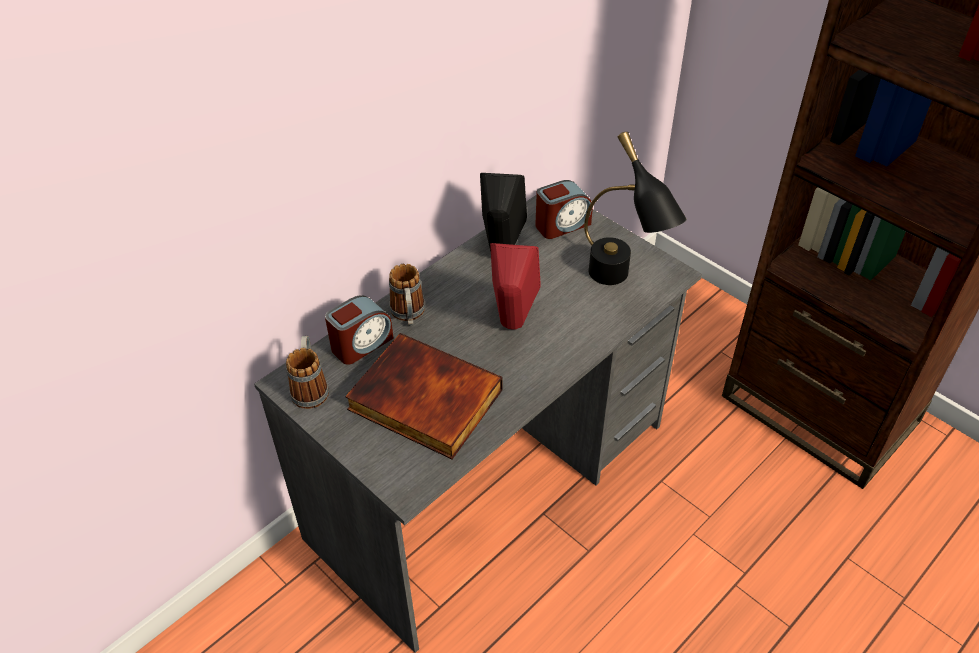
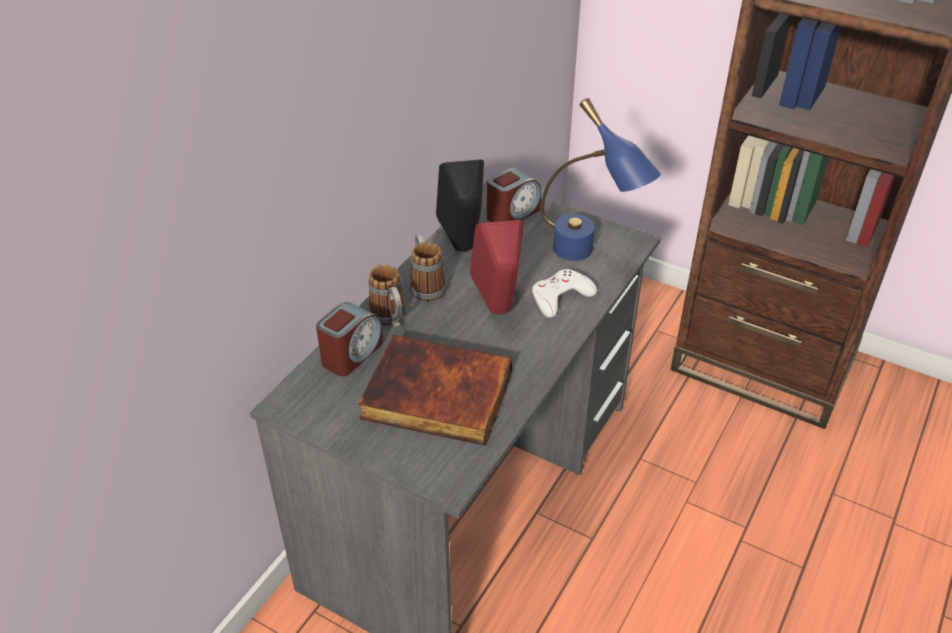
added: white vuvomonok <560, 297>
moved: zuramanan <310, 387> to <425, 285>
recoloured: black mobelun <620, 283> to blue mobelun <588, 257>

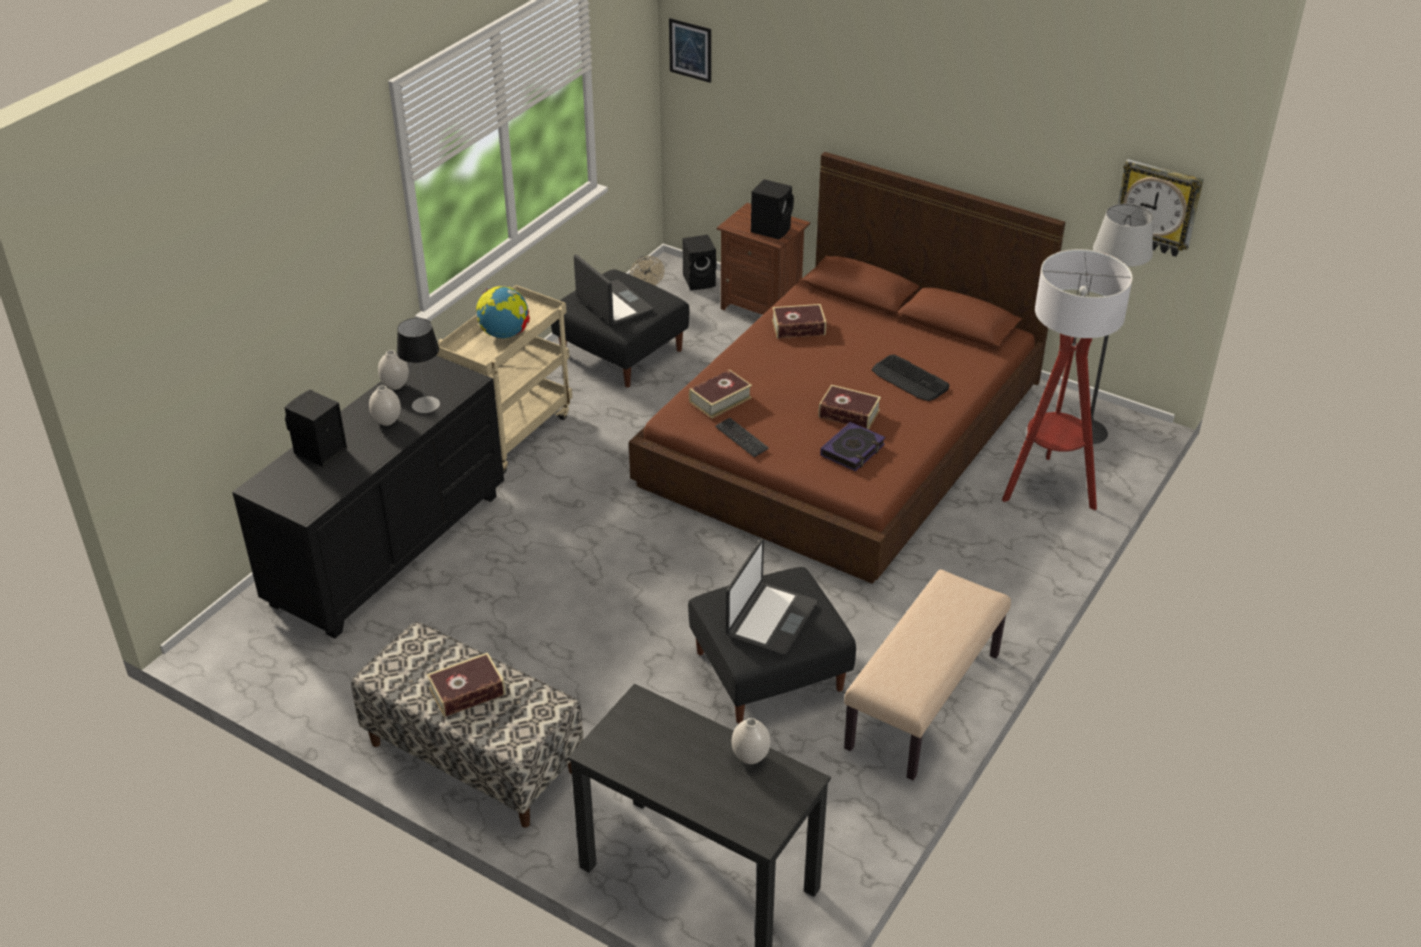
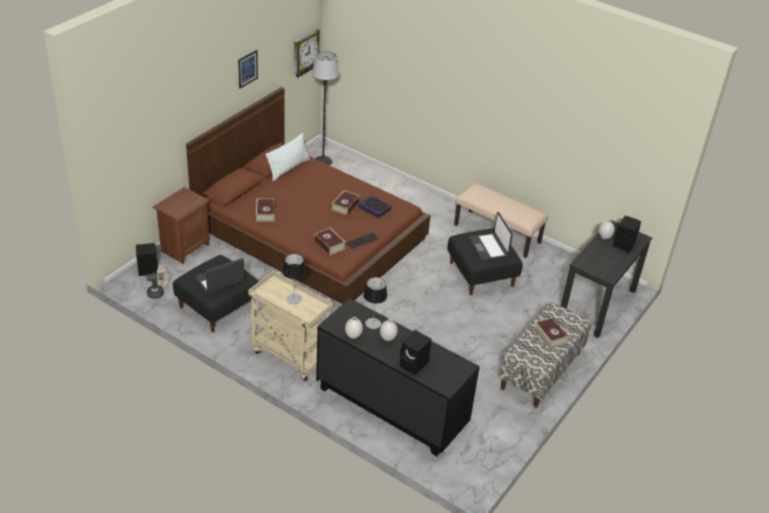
removed: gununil <1048, 488>; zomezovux <910, 379>
added: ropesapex <288, 168>
moved: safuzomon <690, 50> to <247, 69>; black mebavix <771, 229> to <623, 245>
replaced: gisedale <505, 334> to mobelun <293, 299>
turned: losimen <770, 619> = <489, 247> 135 degrees counterclockwise

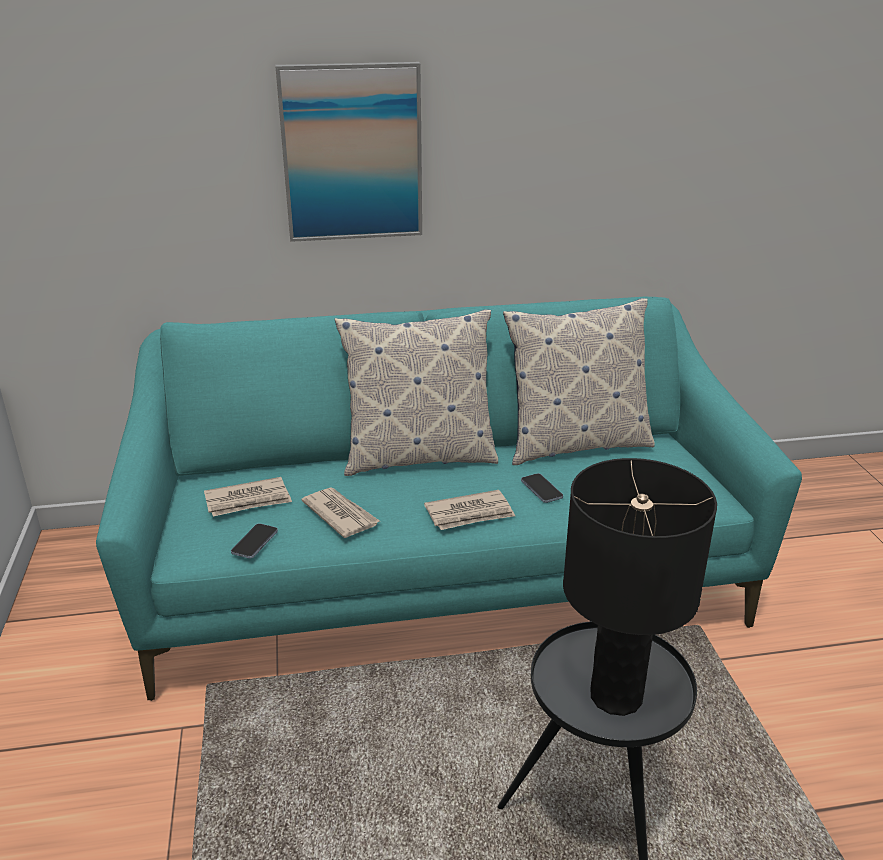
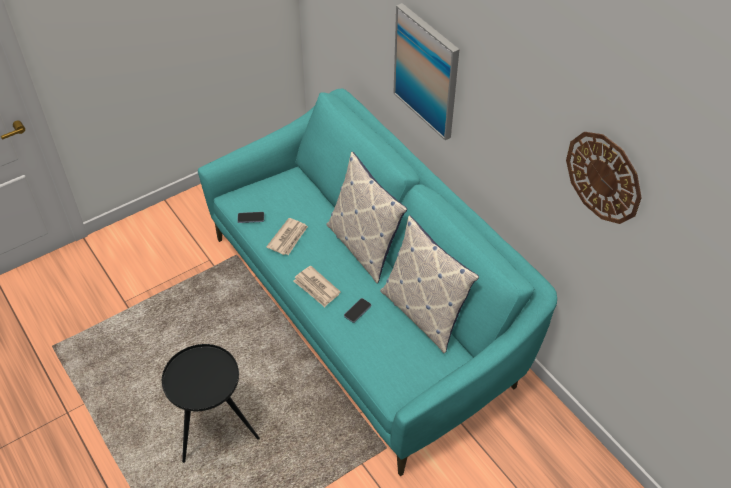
removed: black mobelun <616, 697>; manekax <248, 500>
added: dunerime <604, 177>

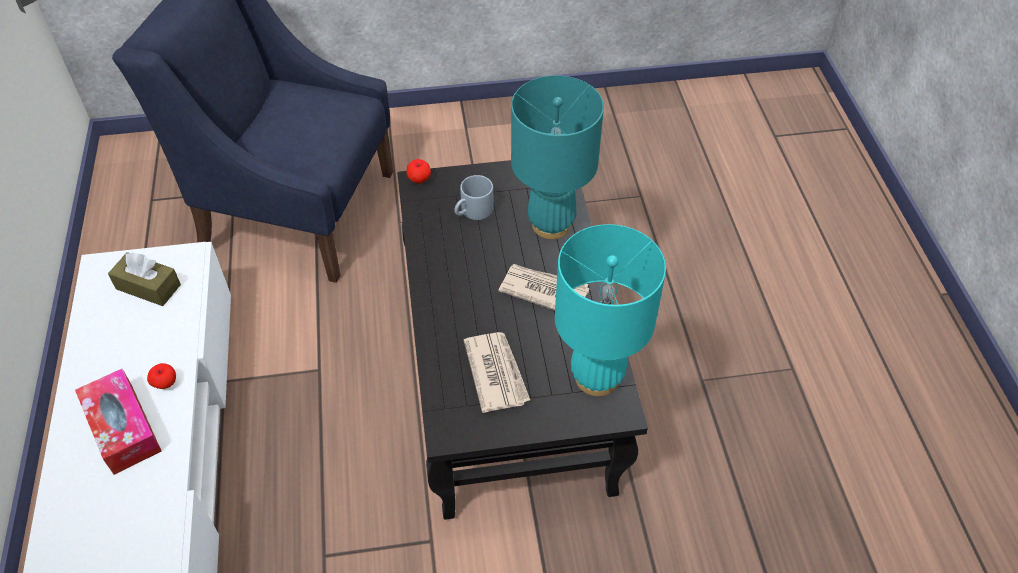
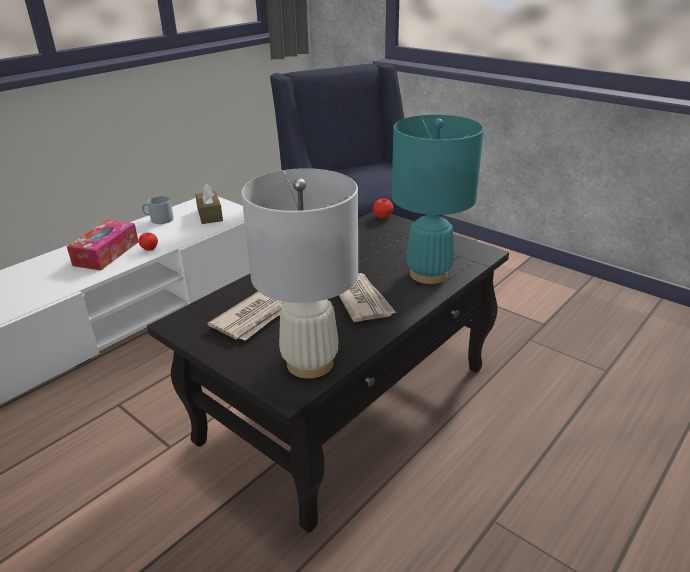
moved: grey zuramanan <473, 212> to <158, 219>
recoloured: turquoise mobelun <596, 378> to white mobelun <309, 363>

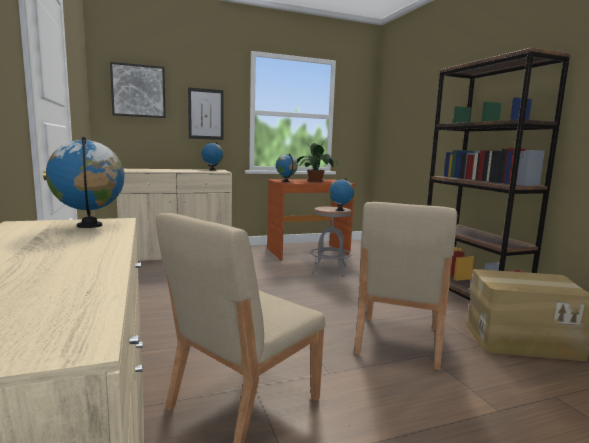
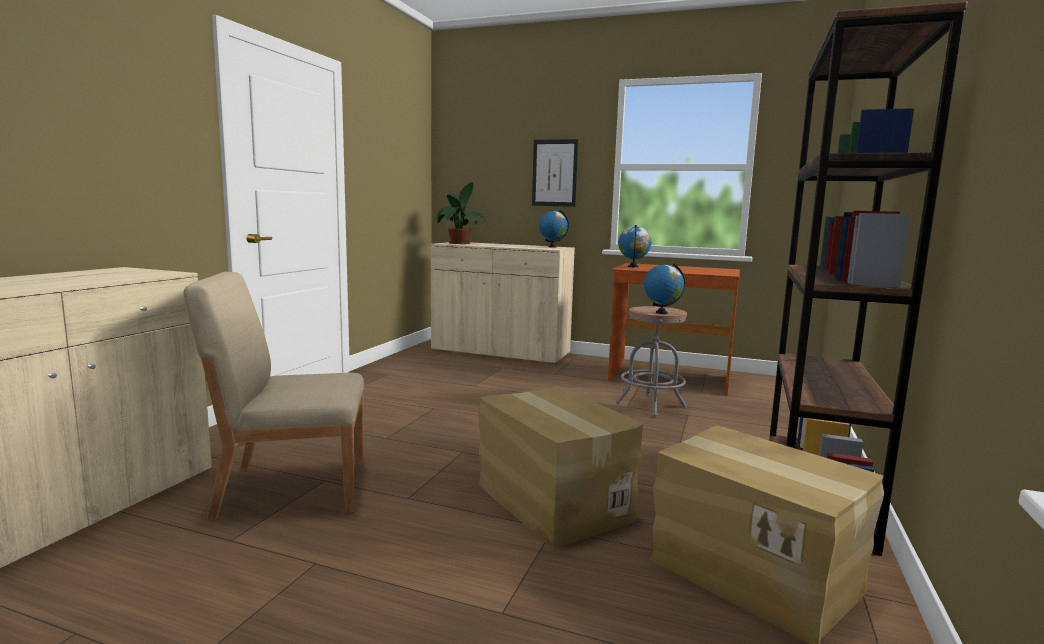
removed: safuzomon <138, 91>; gisedale <90, 226>
moved: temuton <316, 181> to <460, 243>
replaced: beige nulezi <398, 341> to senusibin <551, 502>

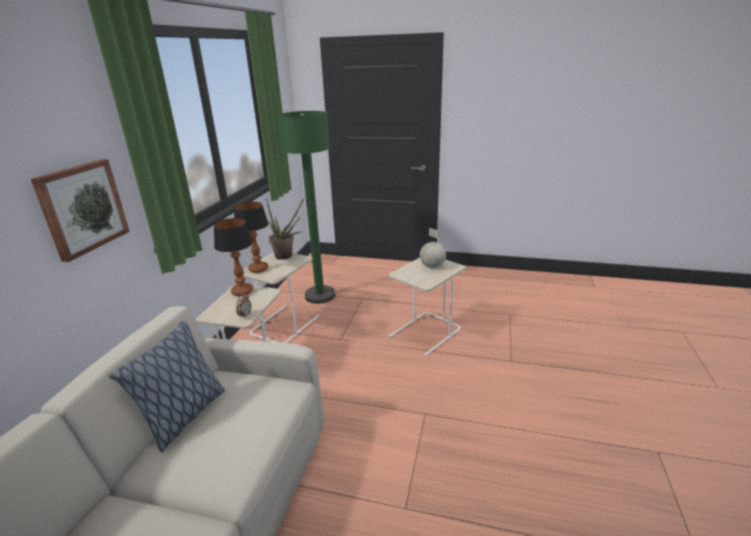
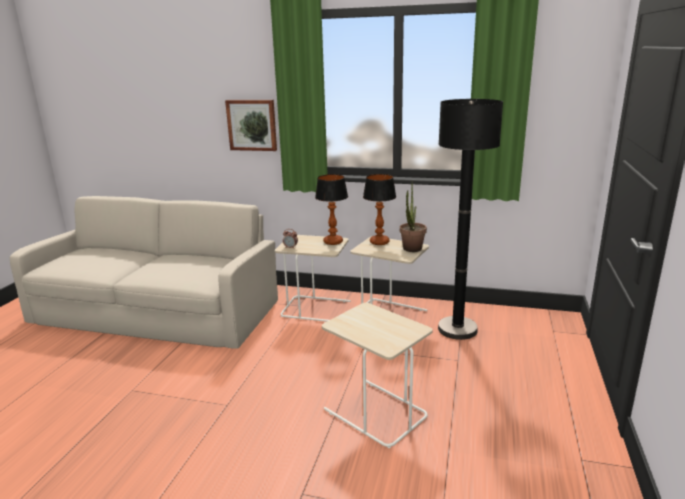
removed: gisedale <432, 266>; ropesapex <184, 417>
recoloured: green gununil <320, 295> to black gununil <457, 329>

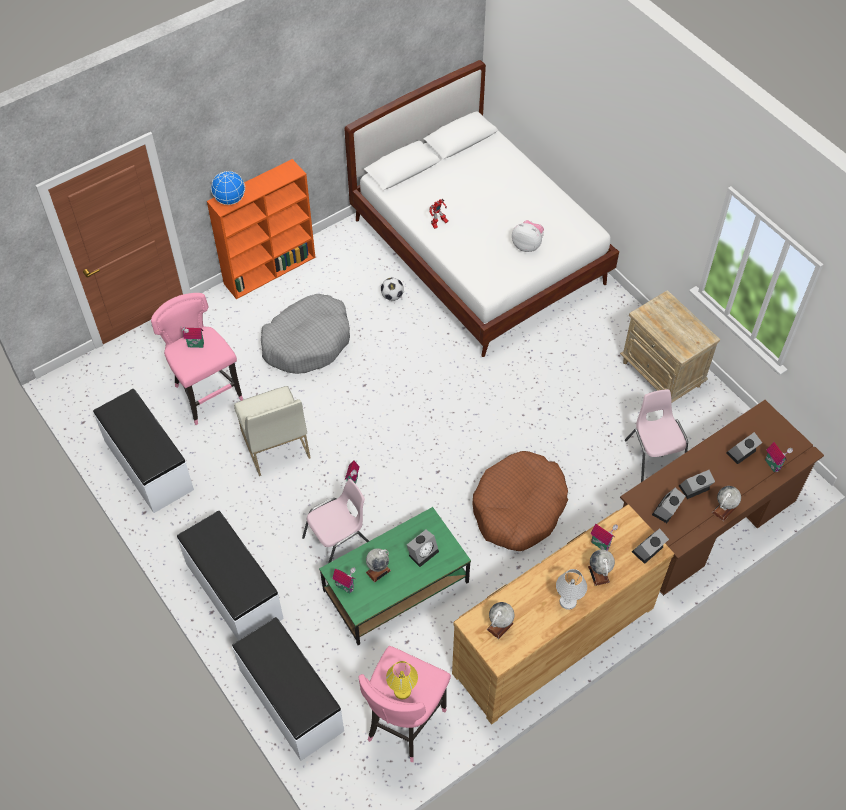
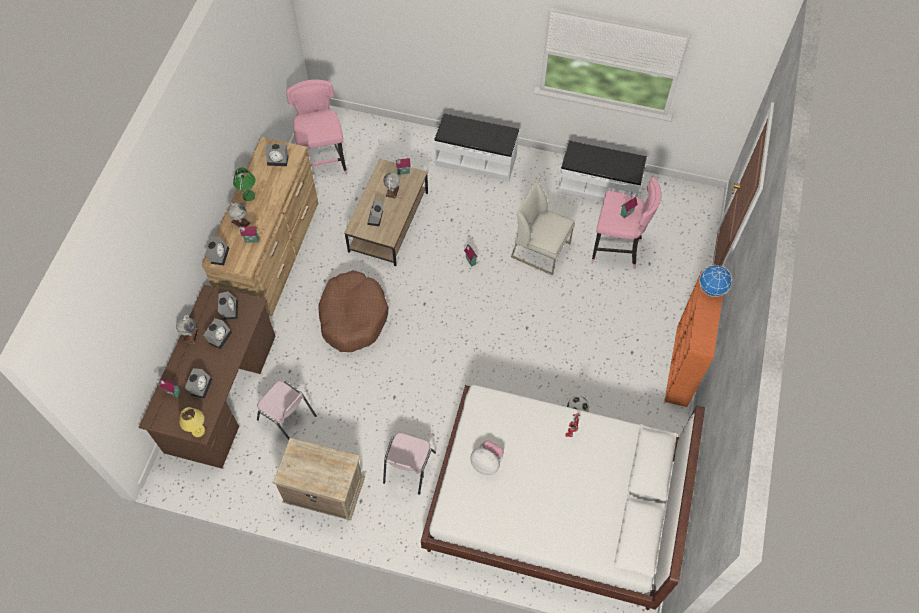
removed: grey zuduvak <307, 341>; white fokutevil <290, 700>
moved: pink nulezi <339, 542> to <408, 468>; yellow mobelun <402, 691> to <198, 430>
replaced: gisedale <500, 626> to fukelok <278, 159>
recoloured: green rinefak <396, 585> to brown rinefak <388, 222>; white mobelun <568, 601> to green mobelun <248, 196>
turned: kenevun <527, 245> = <487, 463> 135 degrees counterclockwise

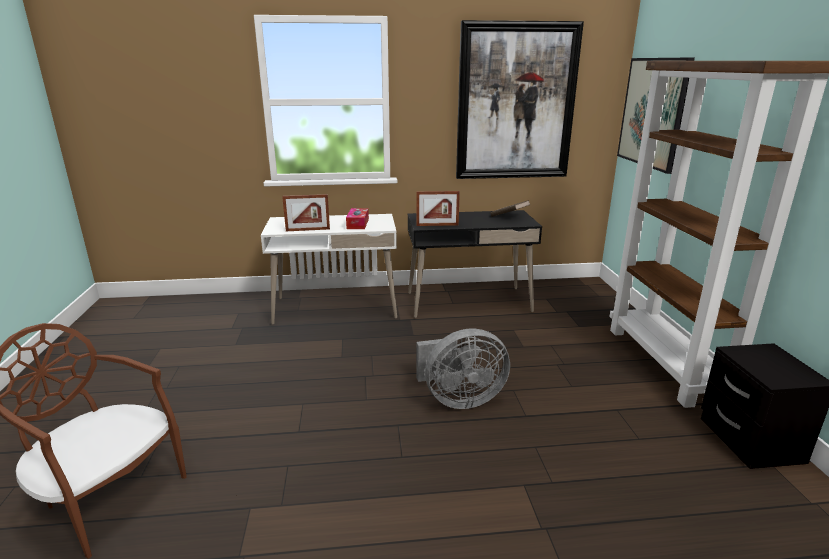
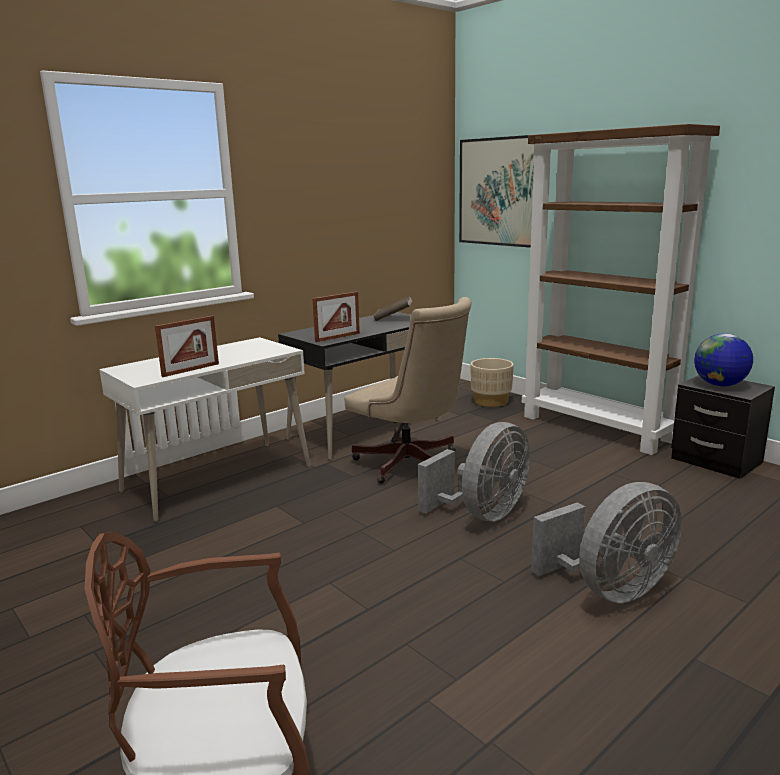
removed: safuzomon <515, 103>; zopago <357, 224>
added: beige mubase <411, 465>; gisedale <719, 385>; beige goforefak <491, 401>; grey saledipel <610, 589>

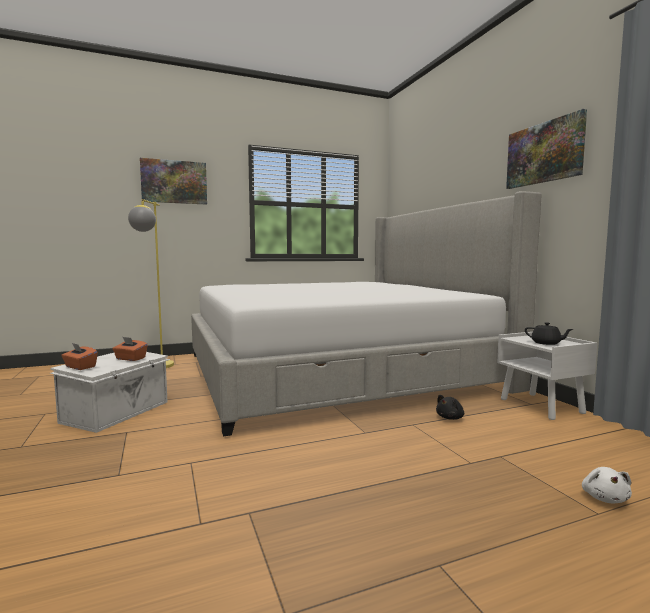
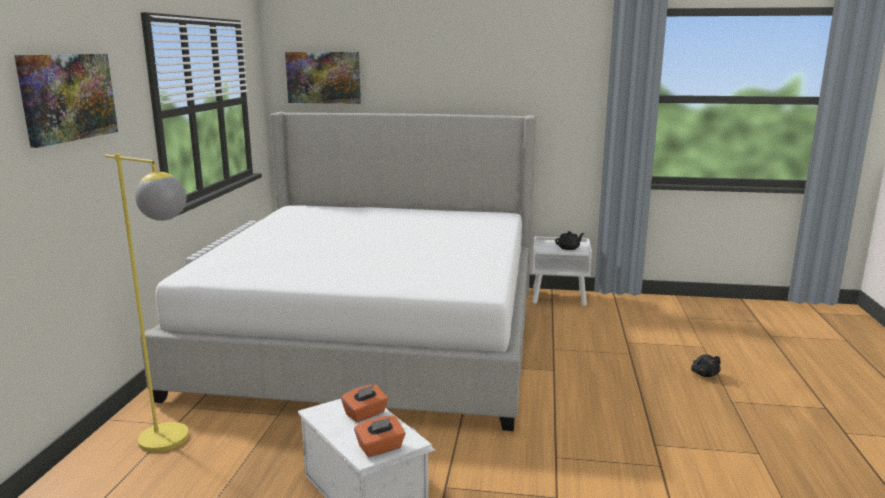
removed: white kenevun <604, 498>
moved: safuzomon <544, 153> to <323, 77>; black kenevun <450, 418> to <704, 374>

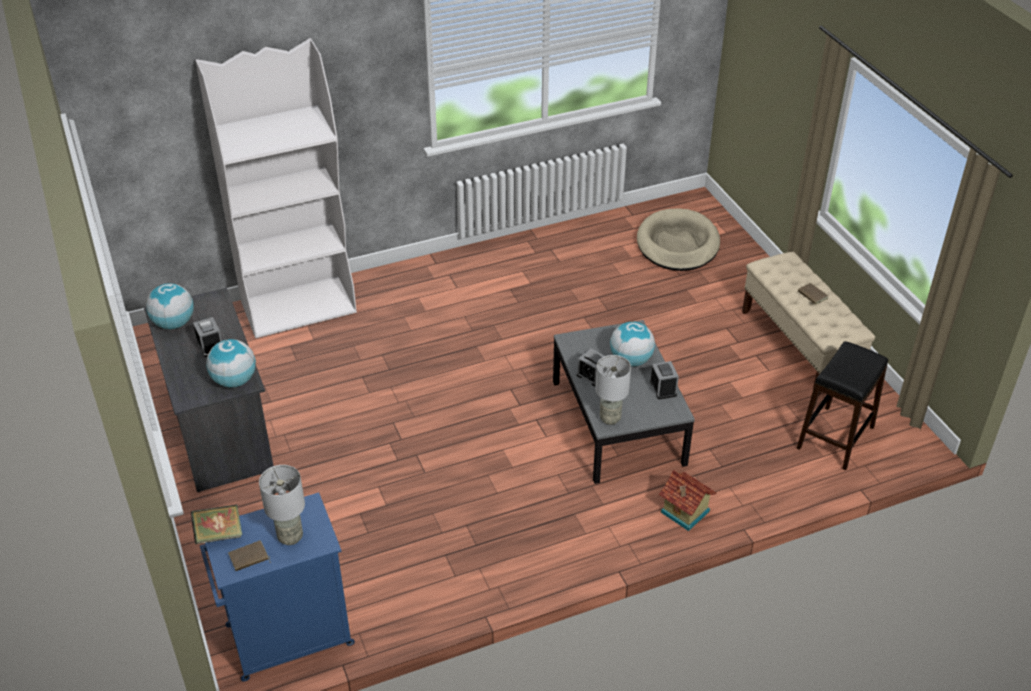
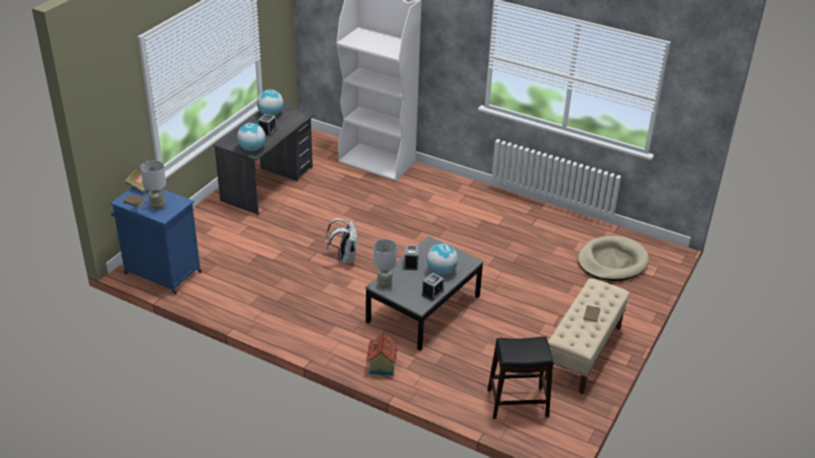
added: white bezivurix <344, 258>

